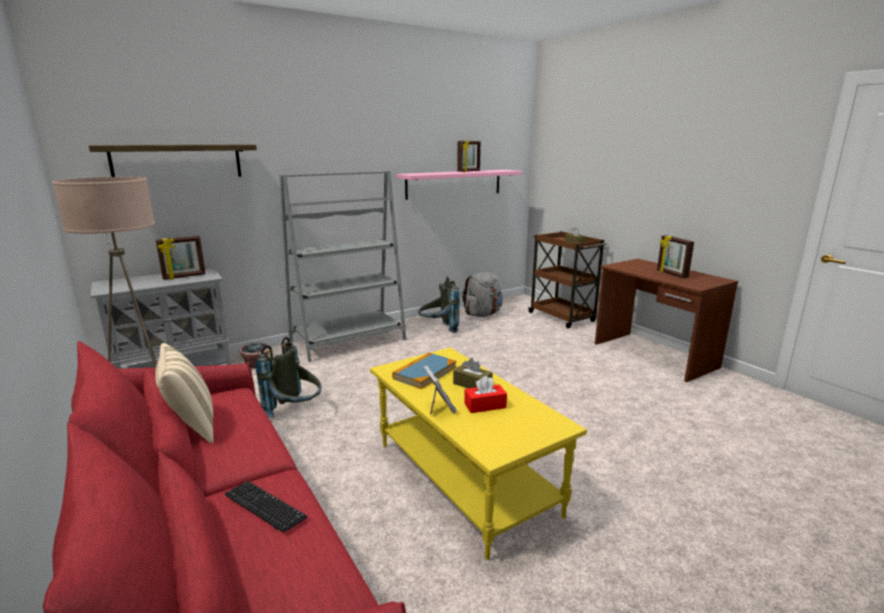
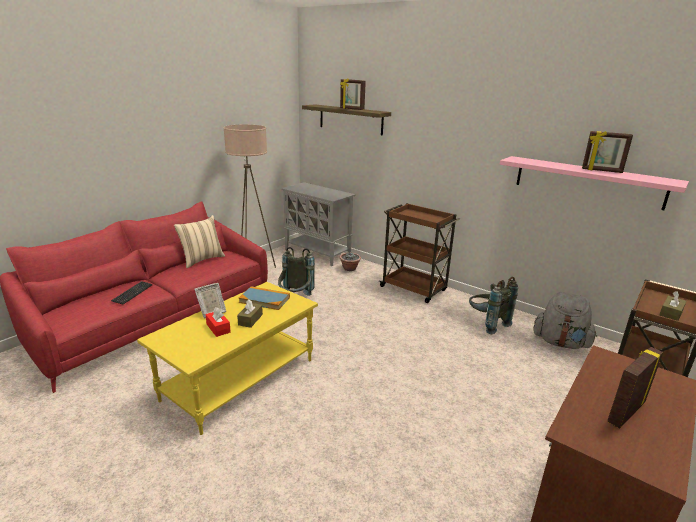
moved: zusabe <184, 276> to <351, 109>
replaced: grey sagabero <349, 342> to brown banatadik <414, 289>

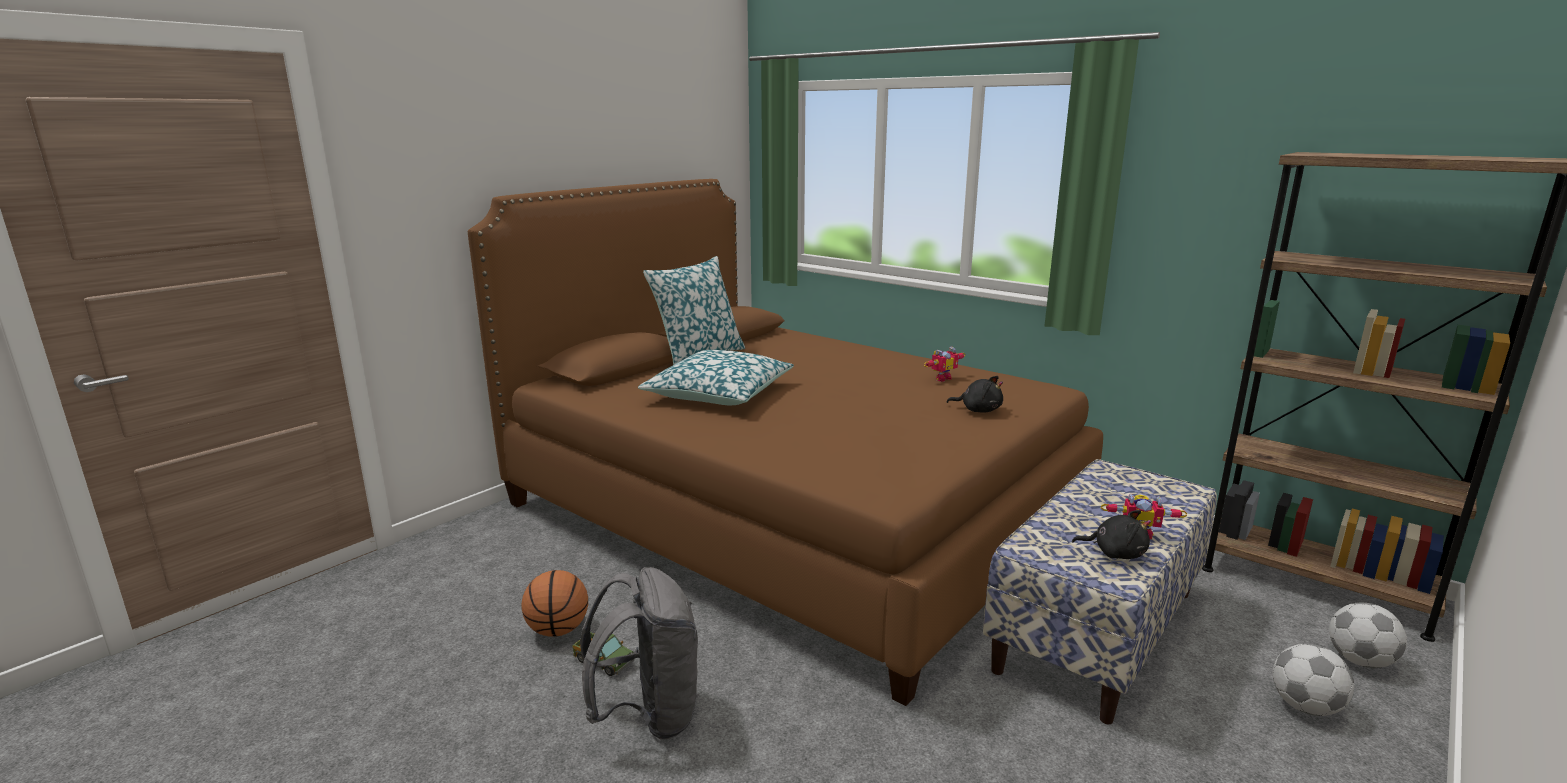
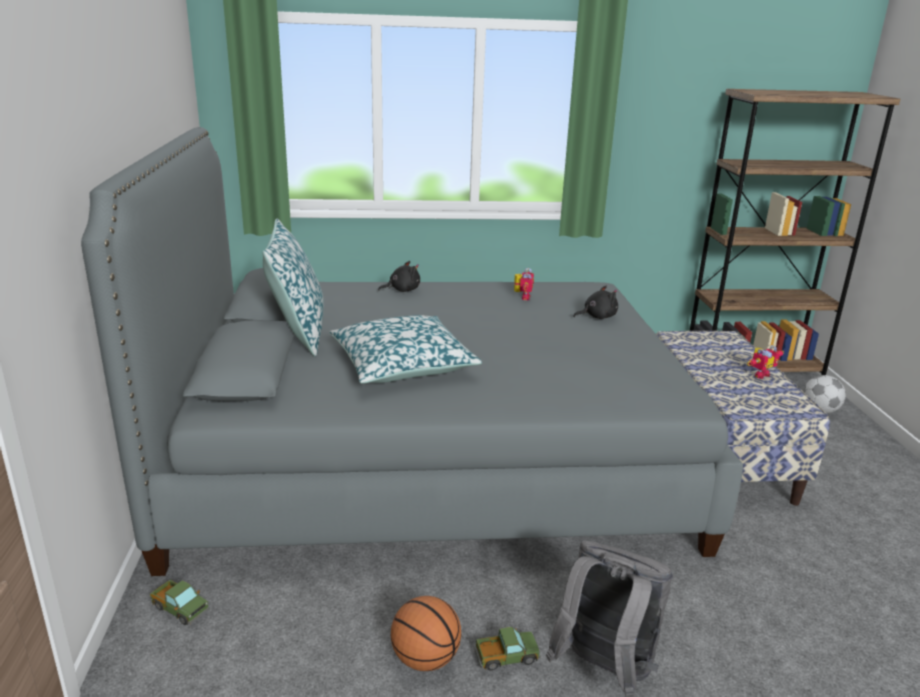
removed: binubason <1305, 707>
added: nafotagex <180, 609>
moved: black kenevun <1115, 553> to <402, 290>
recoloured: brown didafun <787, 512> to grey didafun <429, 458>

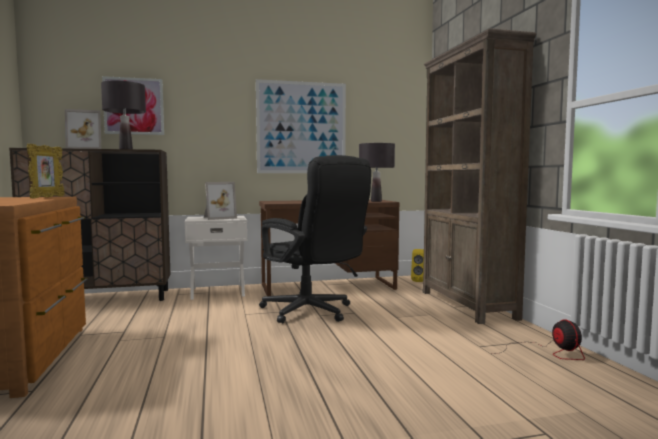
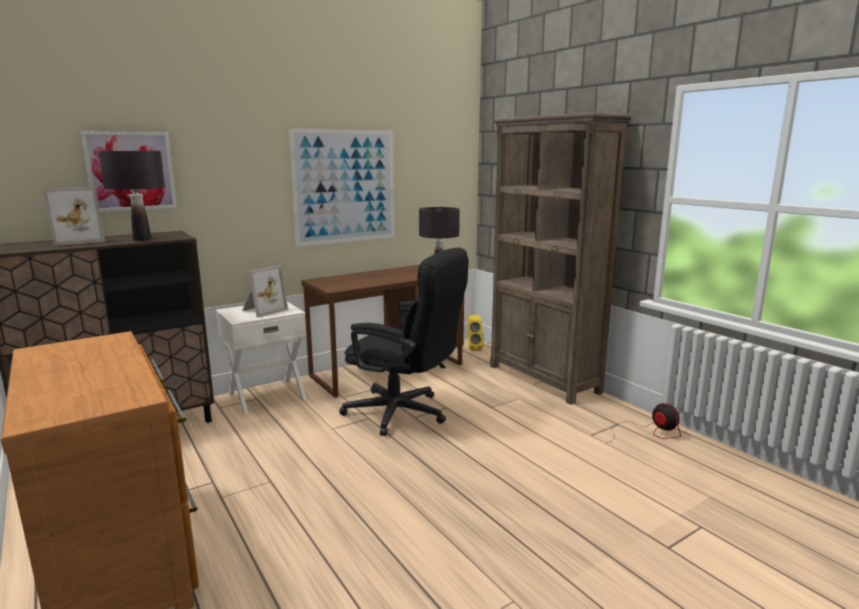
removed: zusabe <47, 198>

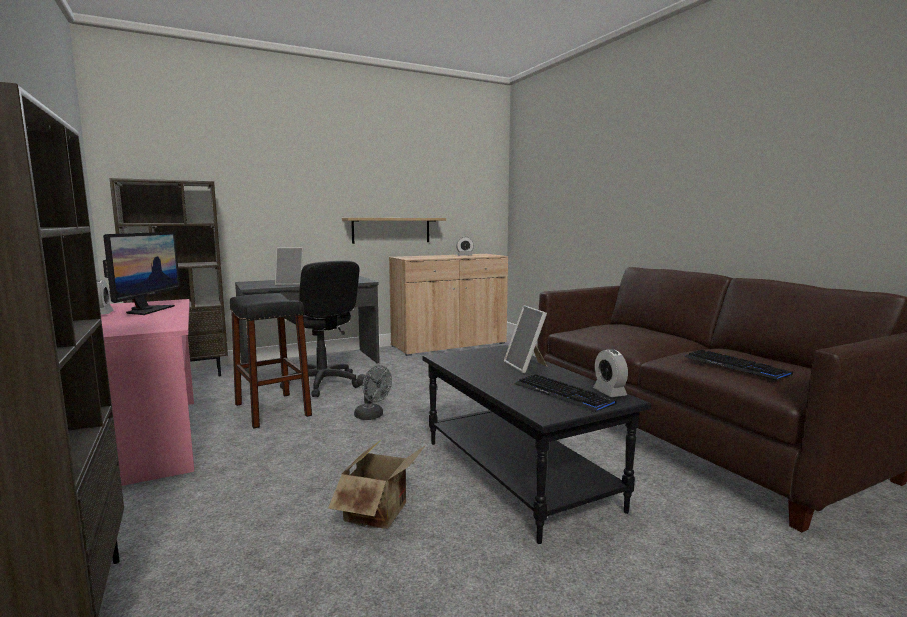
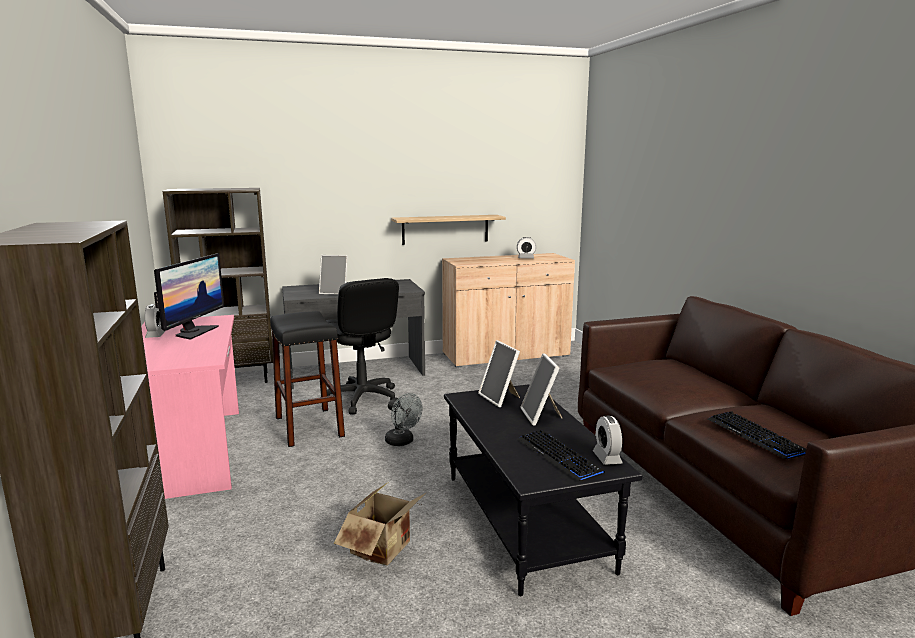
added: zusabe <500, 398>

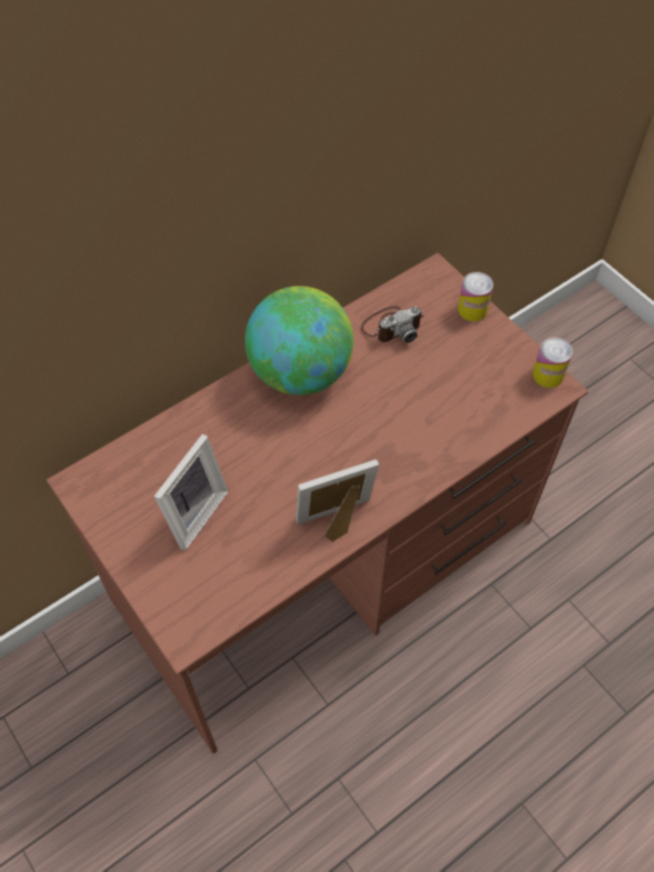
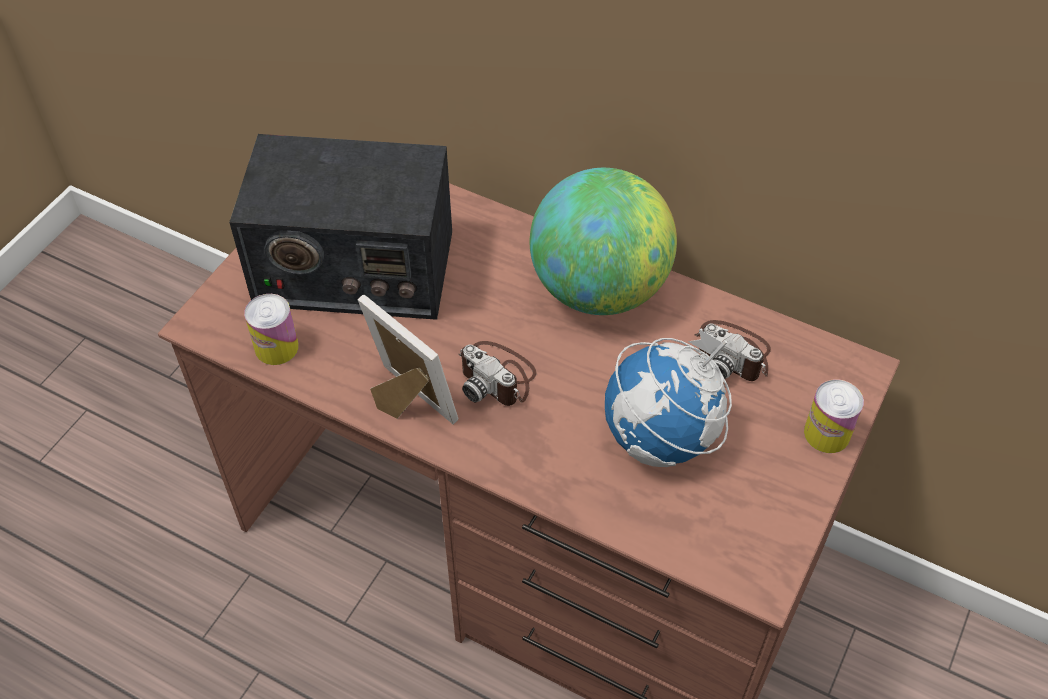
added: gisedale <662, 438>; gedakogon <497, 376>
moved: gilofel <548, 375> to <276, 347>
replaced: zusabe <192, 513> to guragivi <353, 268>

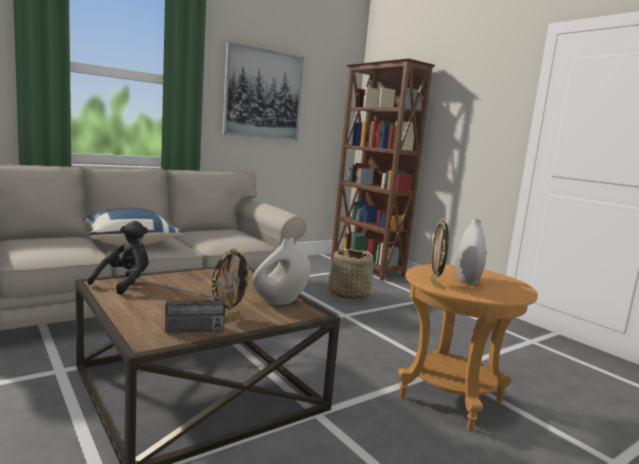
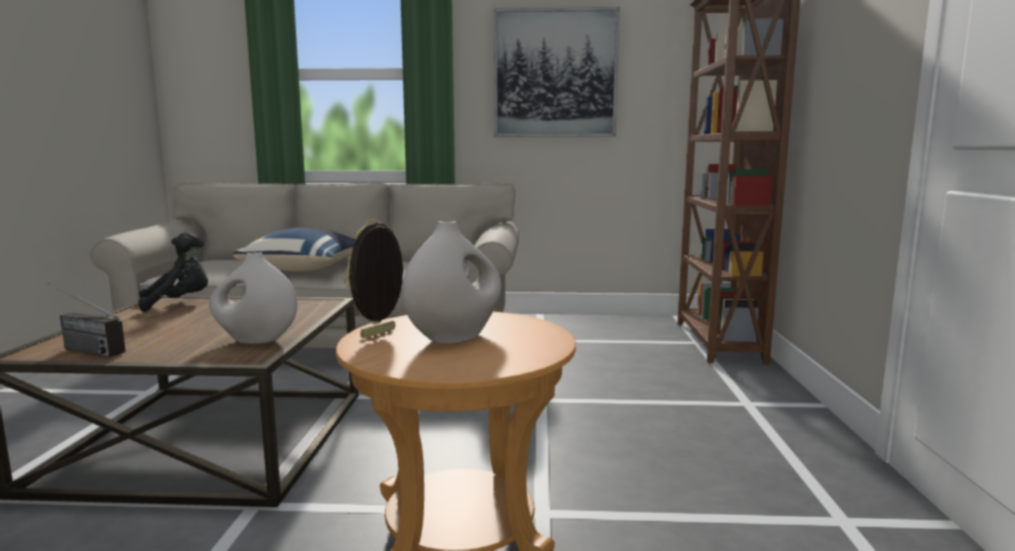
removed: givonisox <348, 294>; zusabe <228, 317>

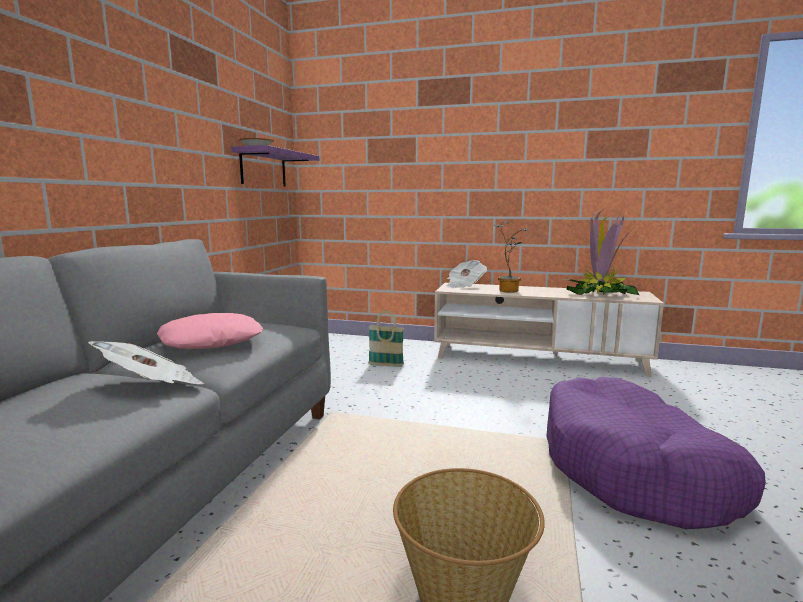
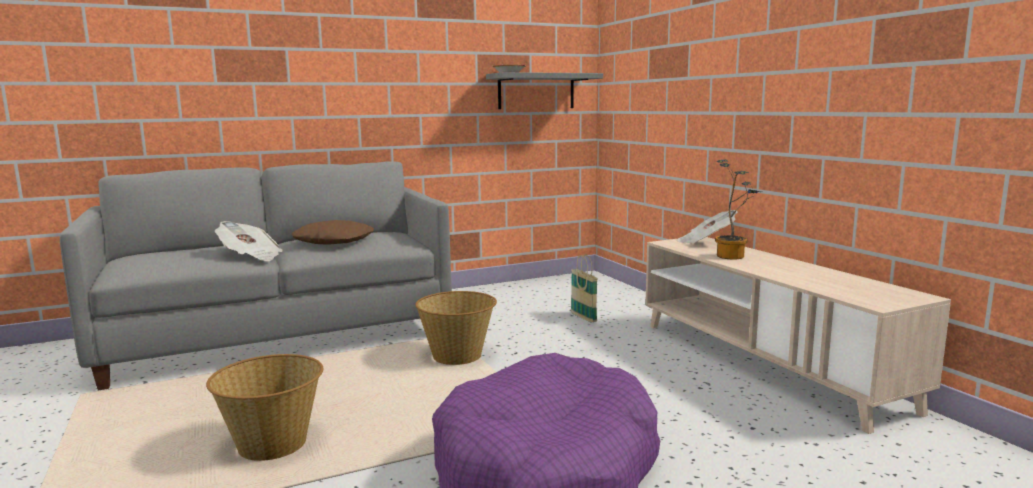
removed: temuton <600, 294>
added: givonisox <458, 356>
recoloured: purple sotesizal <263, 168> to grey sotesizal <536, 91>; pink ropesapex <211, 341> to brown ropesapex <334, 241>

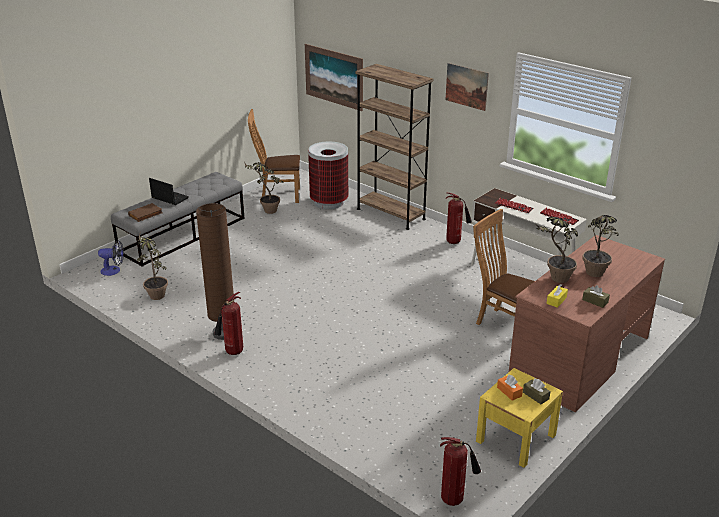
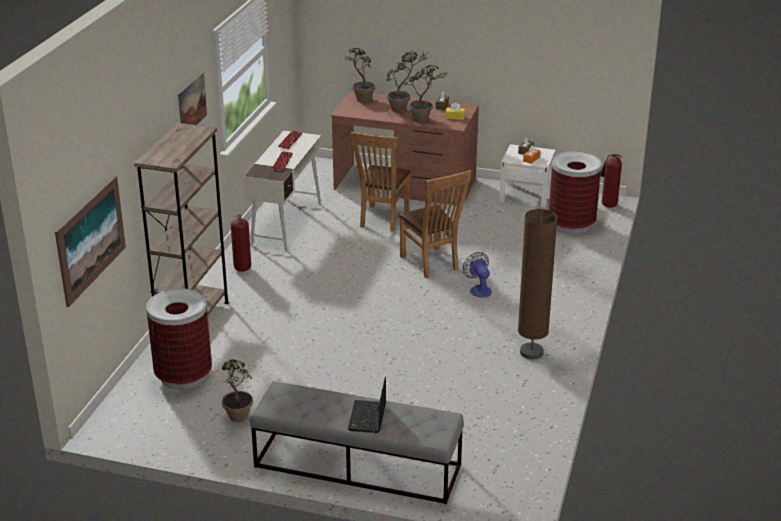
removed: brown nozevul <146, 214>; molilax <232, 353>
added: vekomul <571, 225>
moved: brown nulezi <277, 195> to <432, 264>; temuton <155, 293> to <360, 101>; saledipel <114, 271> to <478, 289>
recoloured: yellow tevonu <516, 438> to white tevonu <526, 195>

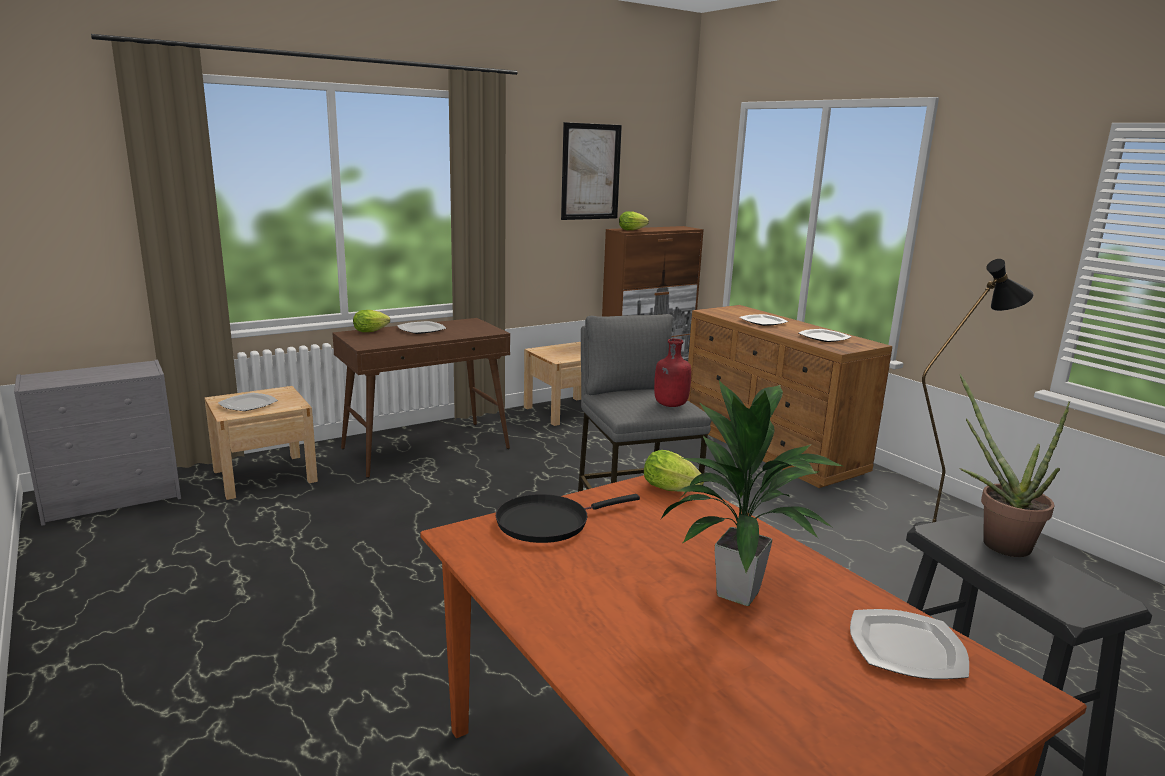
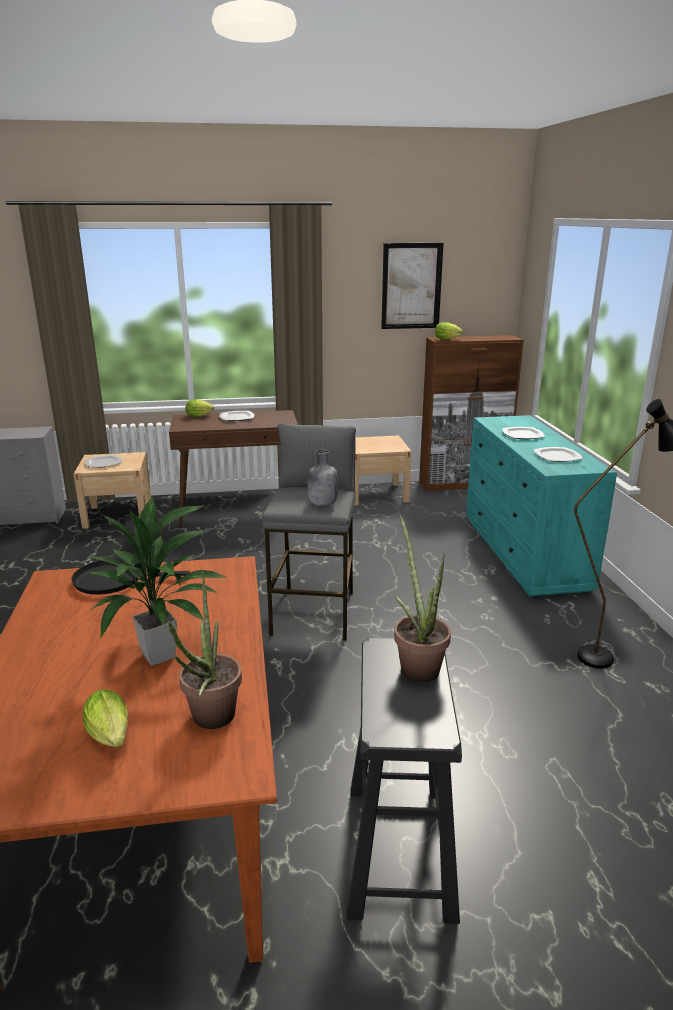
moved: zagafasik <673, 490> to <111, 738>
replaced: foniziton <905, 648> to temuton <210, 722>
recoloured: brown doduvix <771, 448> to turquoise doduvix <524, 553>; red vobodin <670, 405> to grey vobodin <322, 504>

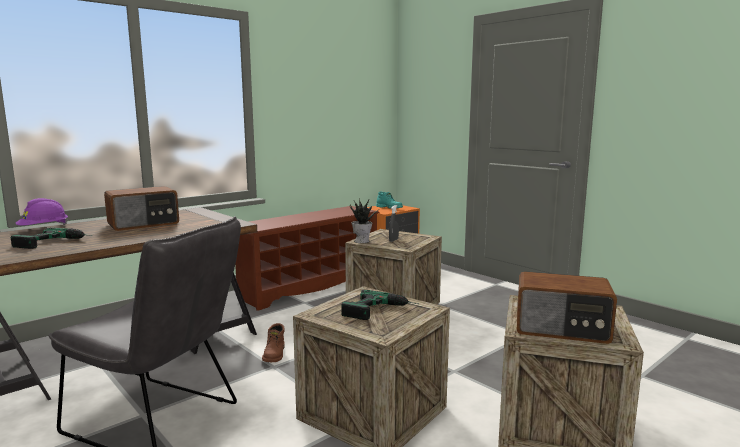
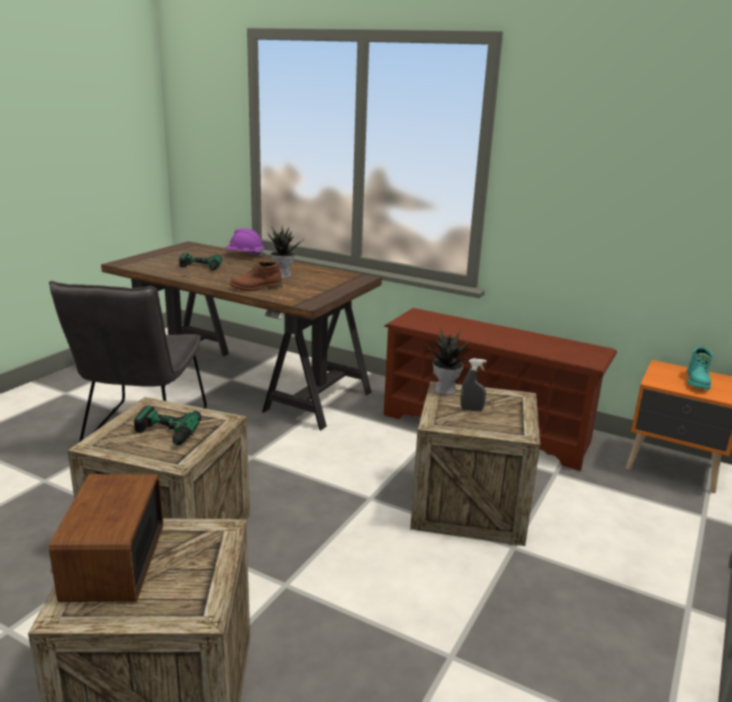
moved: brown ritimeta <275, 354> to <256, 288>
replaced: guragivi <144, 224> to temuton <282, 275>

